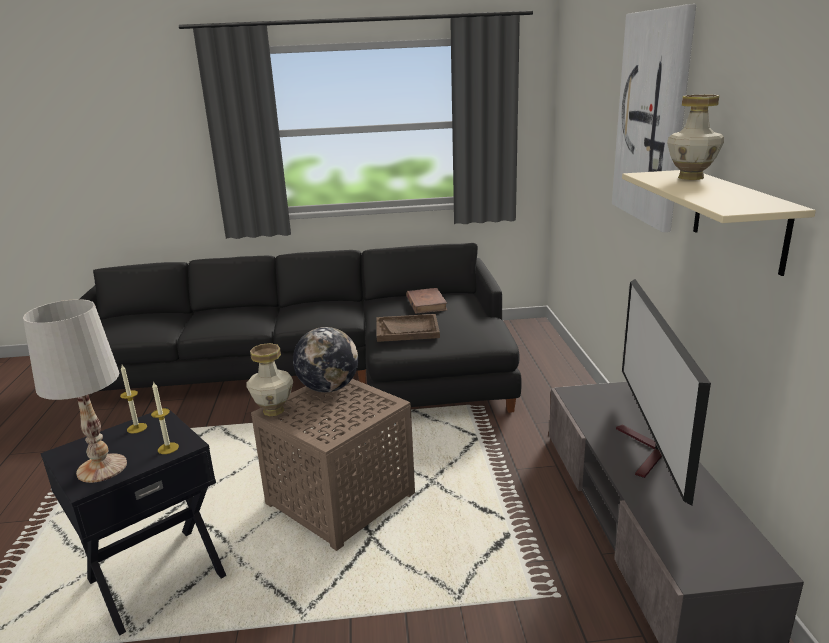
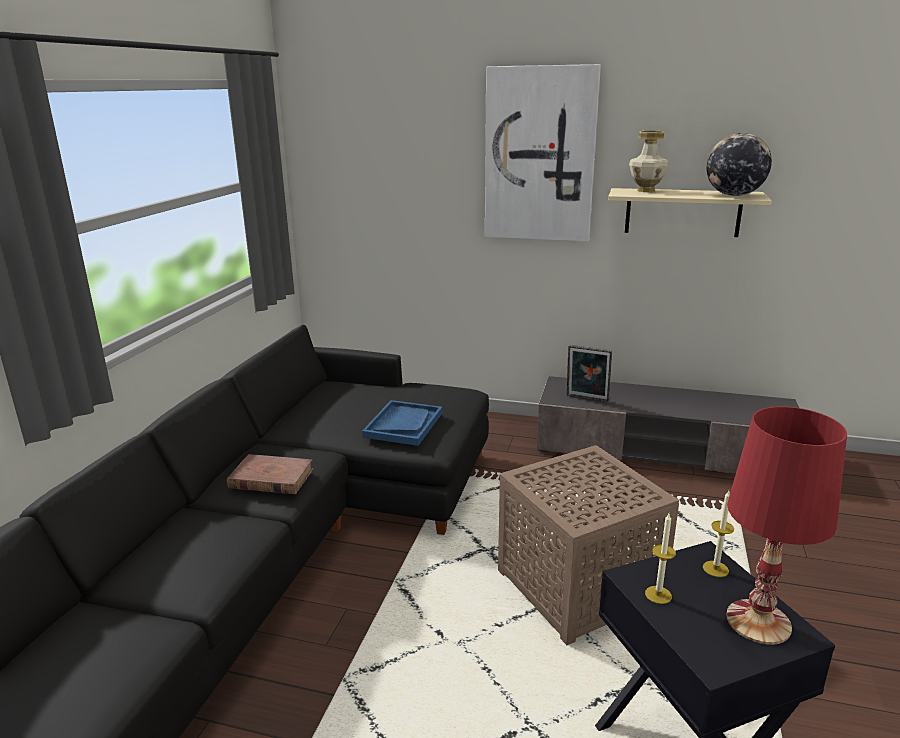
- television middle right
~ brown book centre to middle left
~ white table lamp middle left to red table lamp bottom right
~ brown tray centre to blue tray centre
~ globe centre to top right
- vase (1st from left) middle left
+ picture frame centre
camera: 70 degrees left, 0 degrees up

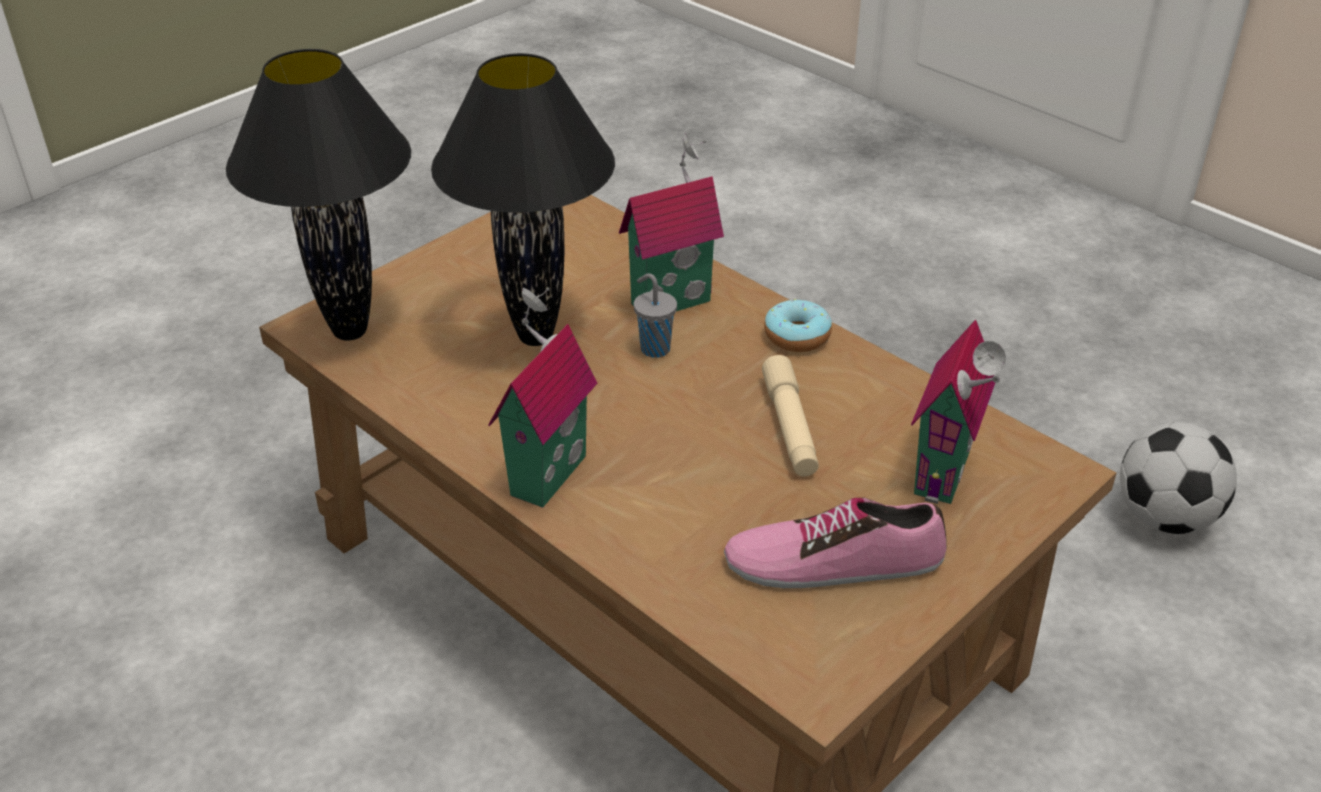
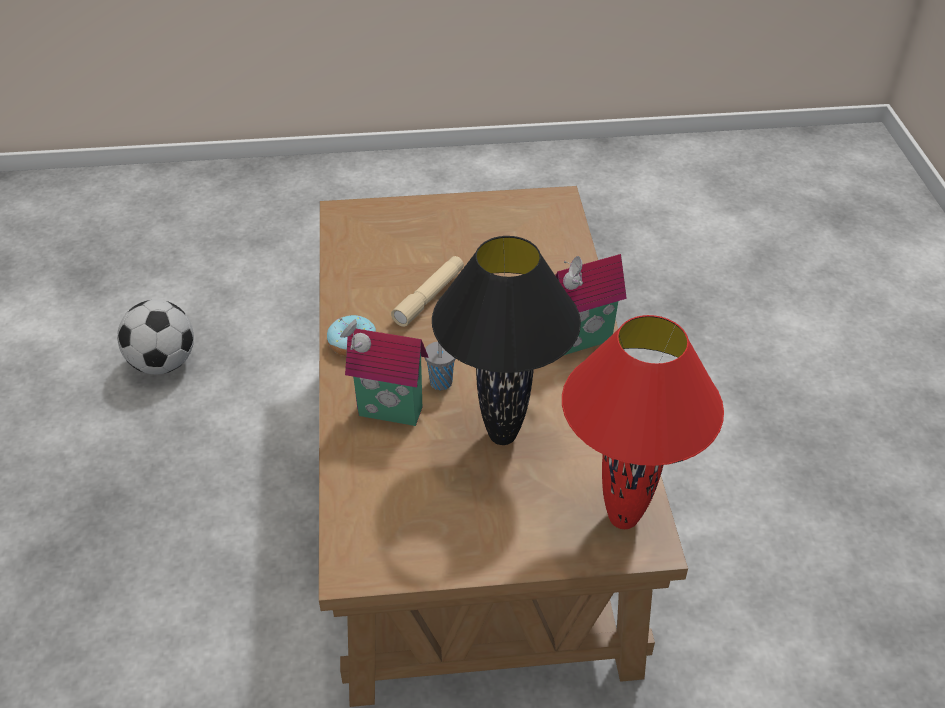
~ black table lamp (1st from left) top left to red table lamp middle right
- toy house (3rd from left) middle right
- shoe bottom centre
camera: 140 degrees left, 5 degrees up

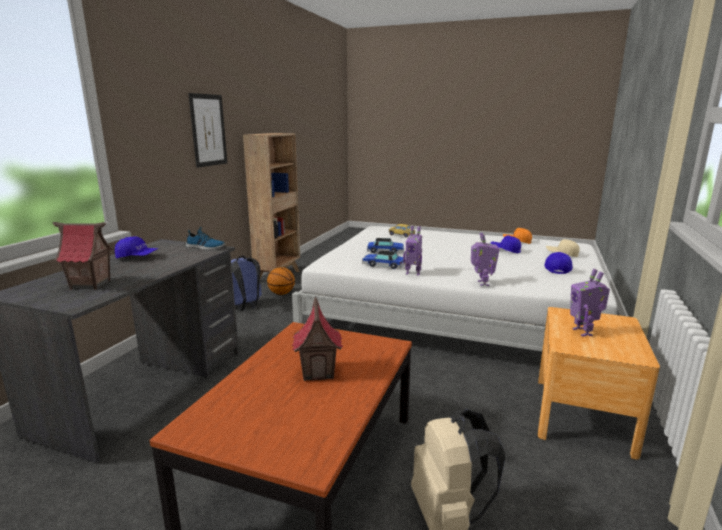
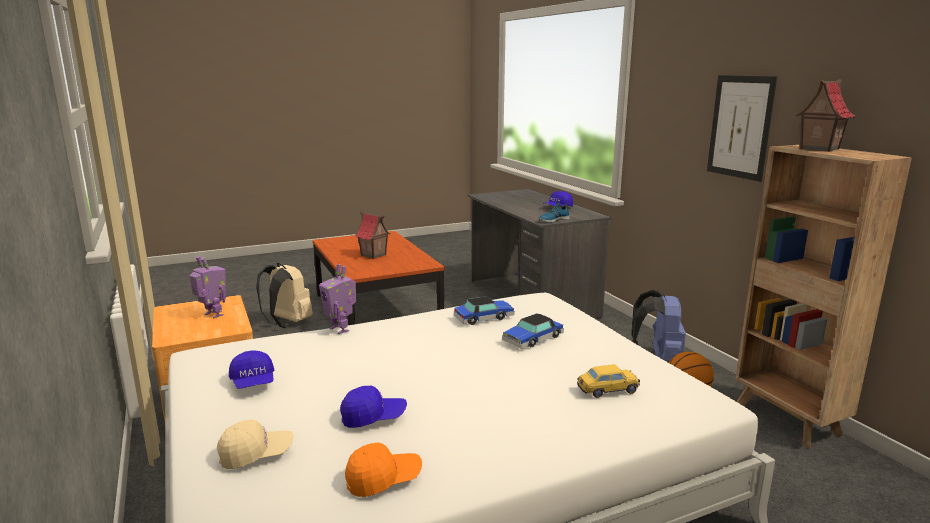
~ toy house (1st from left in the first image) middle left to toy house (2nd from left) top right
- toy robot (1st from left) centre
camera: 135 degrees right, 0 degrees up

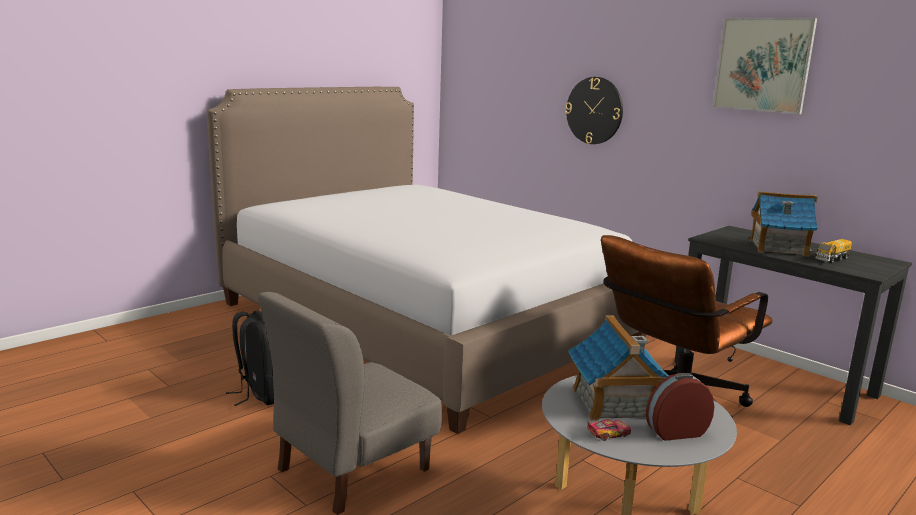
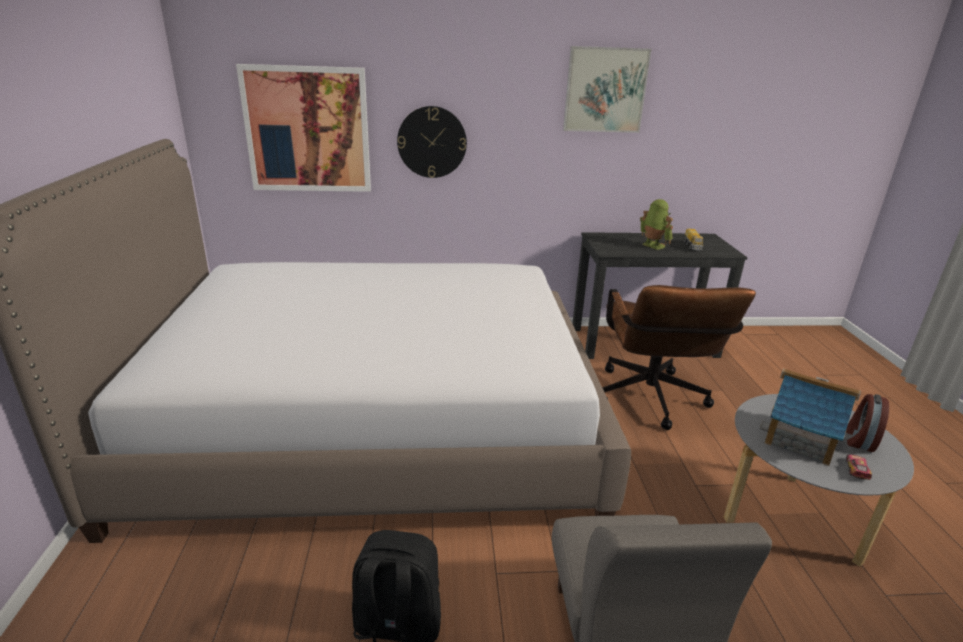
~ toy house (2nd from left) middle right to toy robot middle right
+ picture (1st from left) top left
camera: 50 degrees left, 10 degrees up

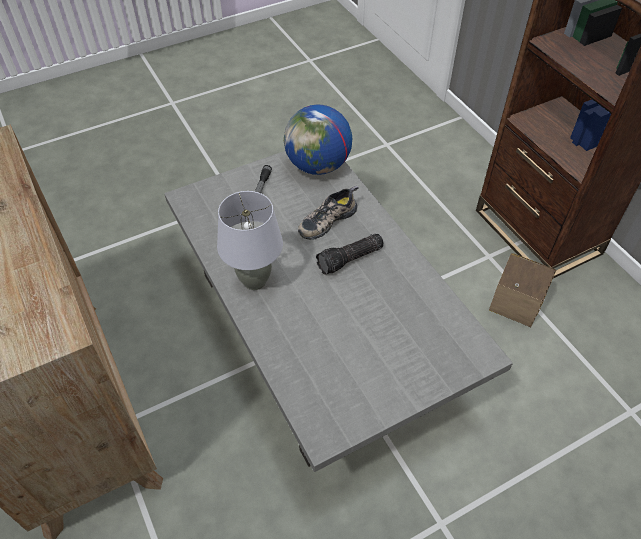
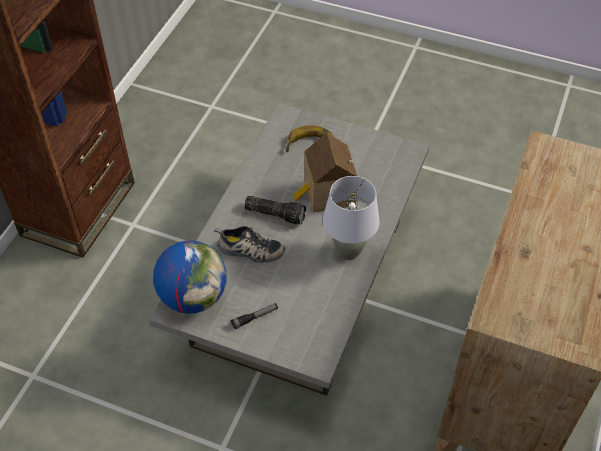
~ toy house middle right to centre
+ banana top centre
camera: 130 degrees left, 0 degrees up

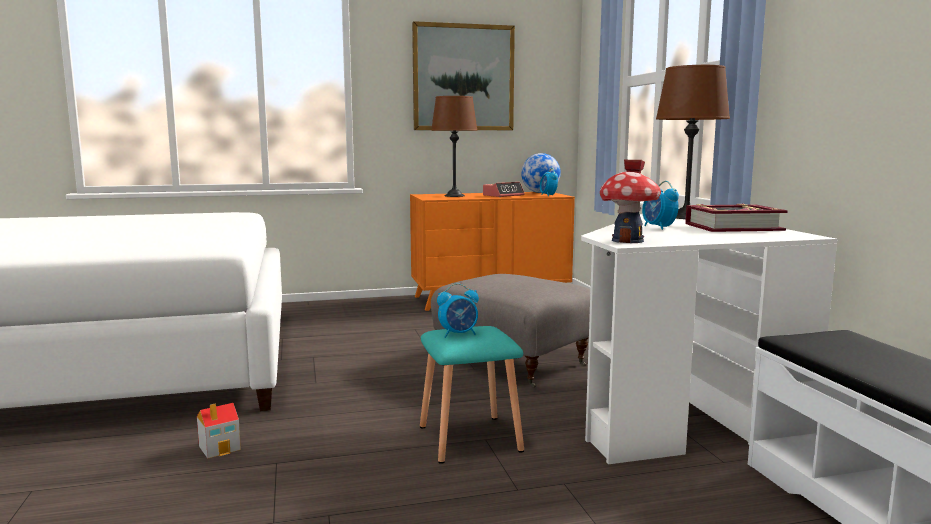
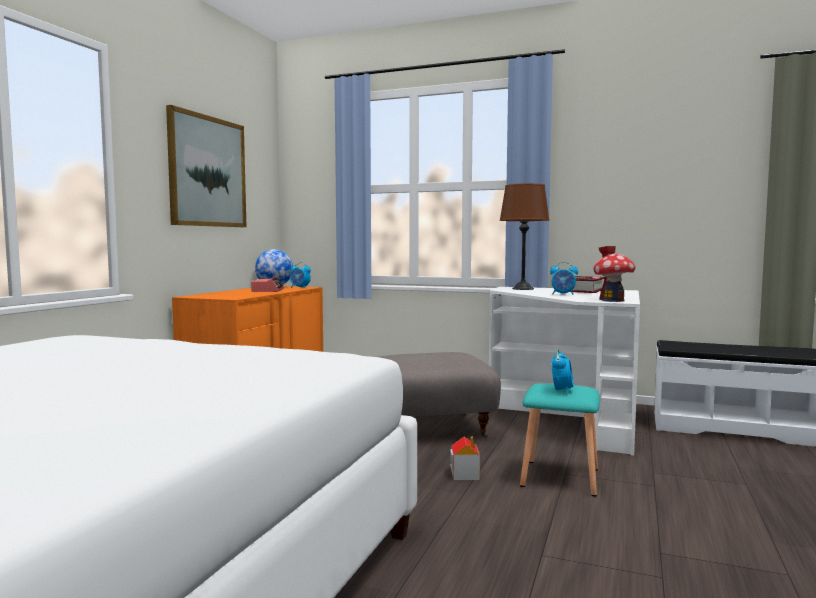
- brown table lamp (1st from left) top centre
~ toy house (1st from left) bottom left to bottom centre
camera: 55 degrees left, 5 degrees down

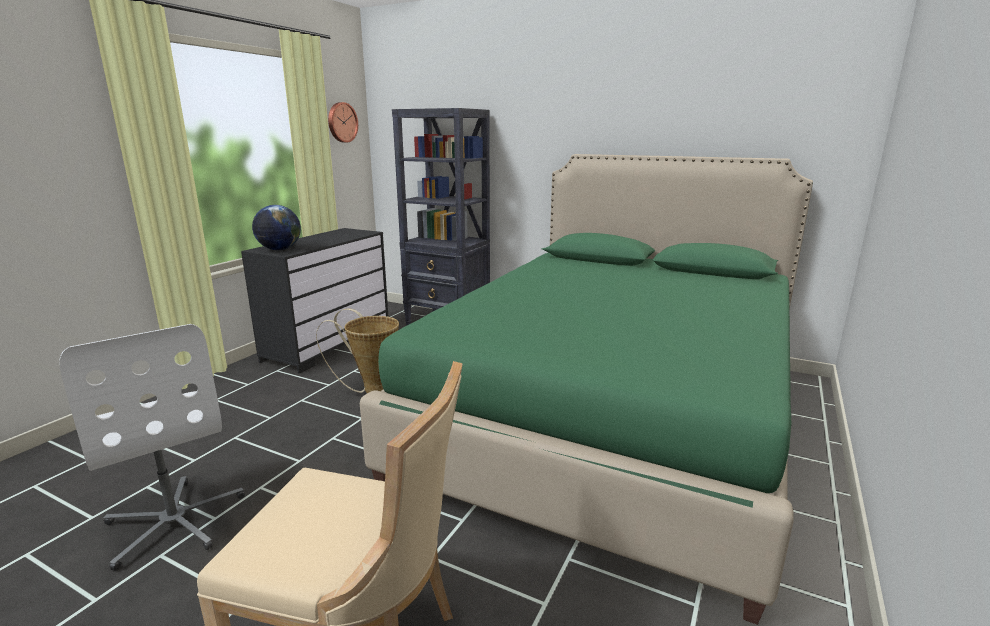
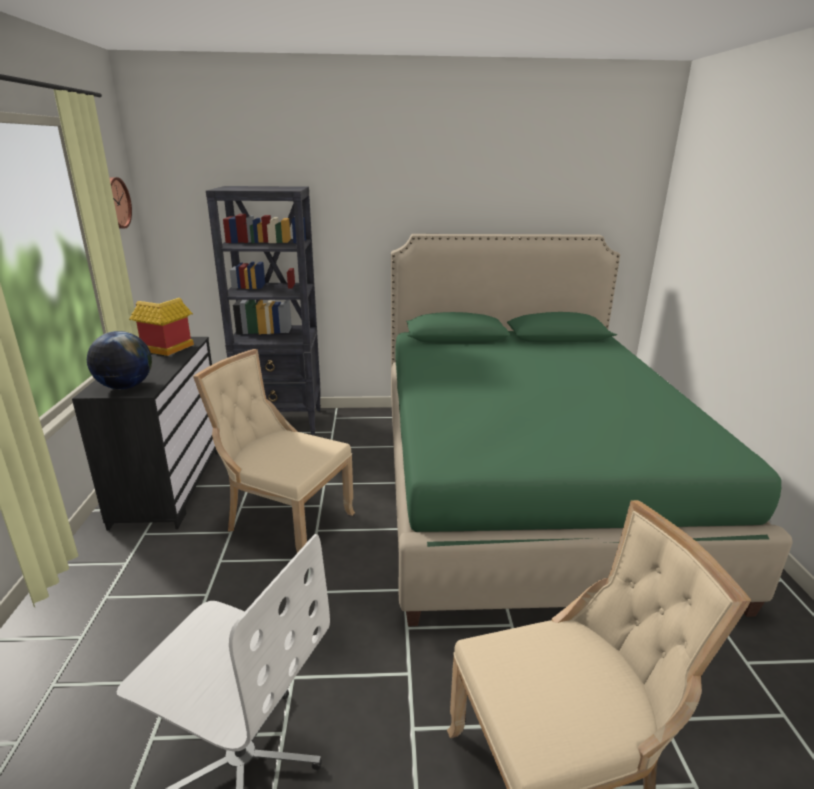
~ basket centre to beige chair (1st from left) centre
+ toy house middle left
camera: 30 degrees left, 5 degrees up

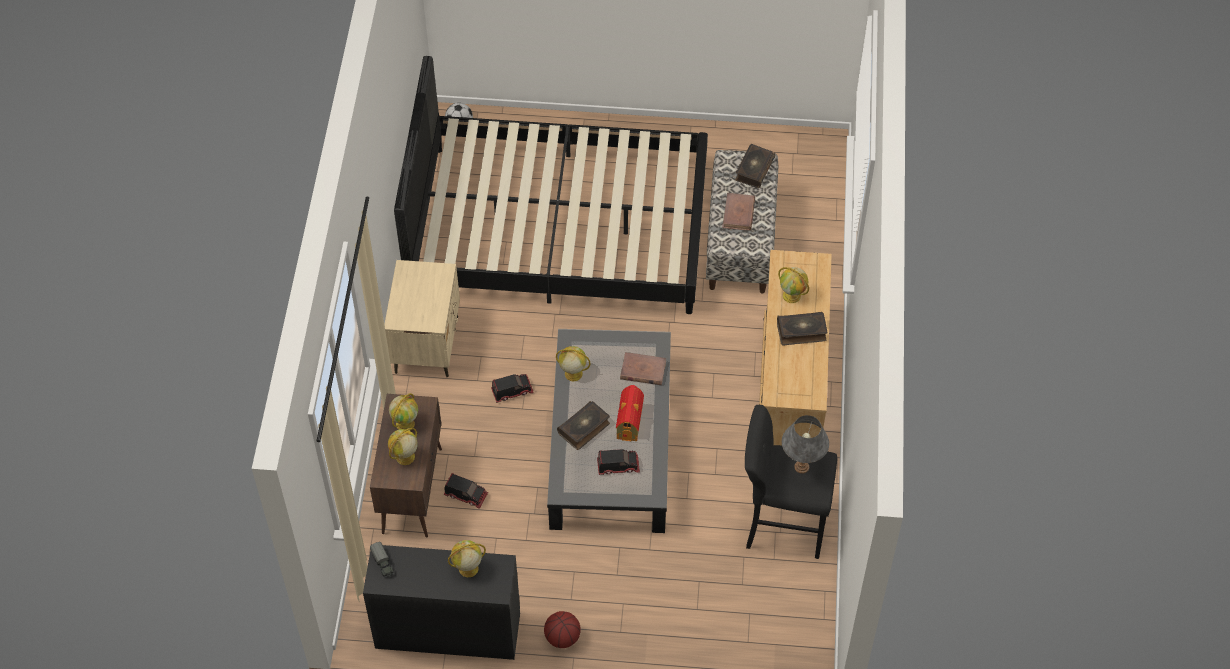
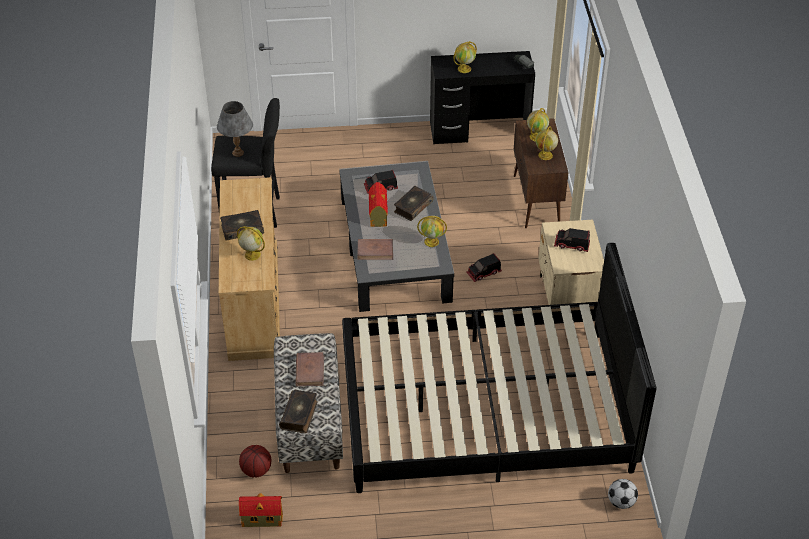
~ toy truck (2nd from left in the first image) bottom centre to toy truck (4th from left) middle right
~ basketball bottom centre to bottom left
+ toy house (1st from left) bottom left
camera: 170 degrees right, 10 degrees down

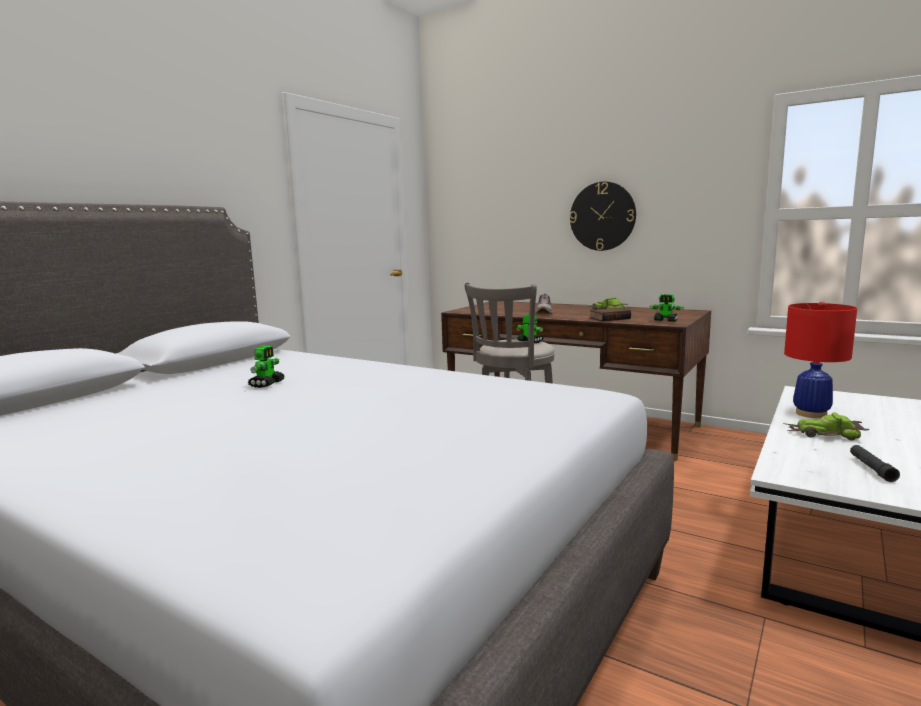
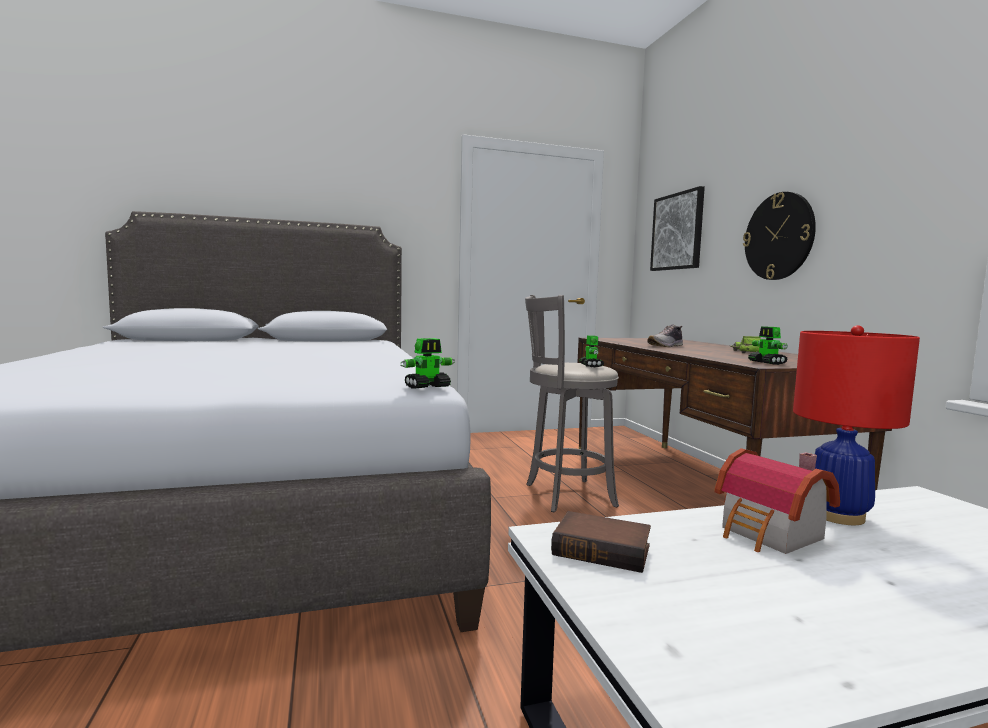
~ book centre to bottom centre
~ toy robot (1st from left) middle left to centre
~ toy car (2nd from left) middle right to toy house bottom right
- black flashlight middle right
+ picture top right
camera: 40 degrees right, 5 degrees down

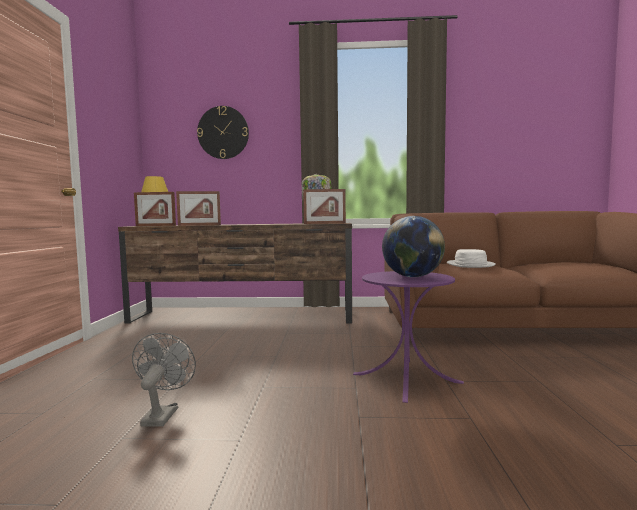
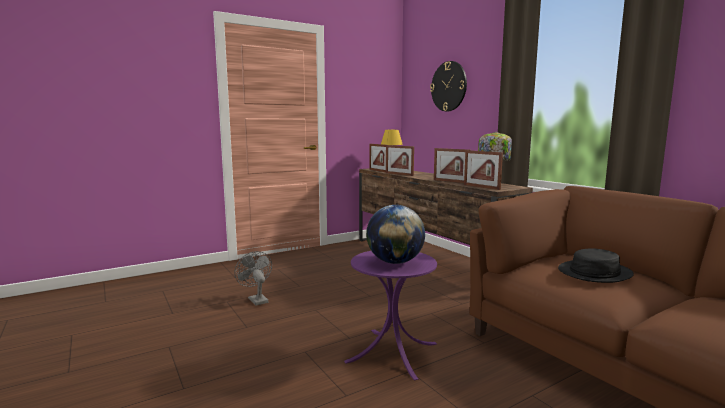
~ white hat middle right to black hat middle right
~ grey fan bottom left = bottom centre 90 degrees counterclockwise
+ picture frame (3rd from left) centre
camera: 55 degrees right, 5 degrees up

